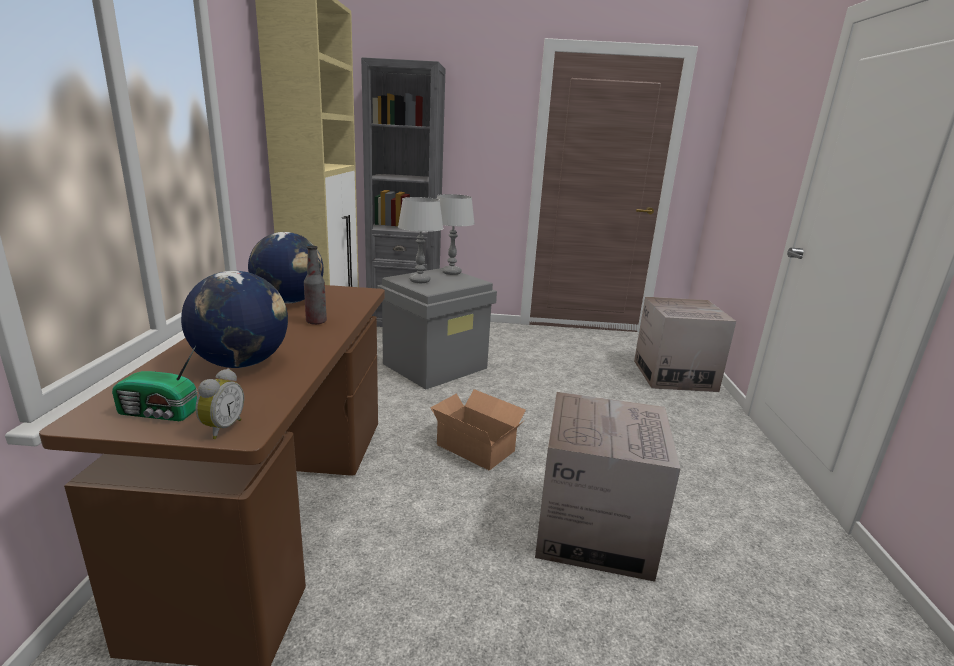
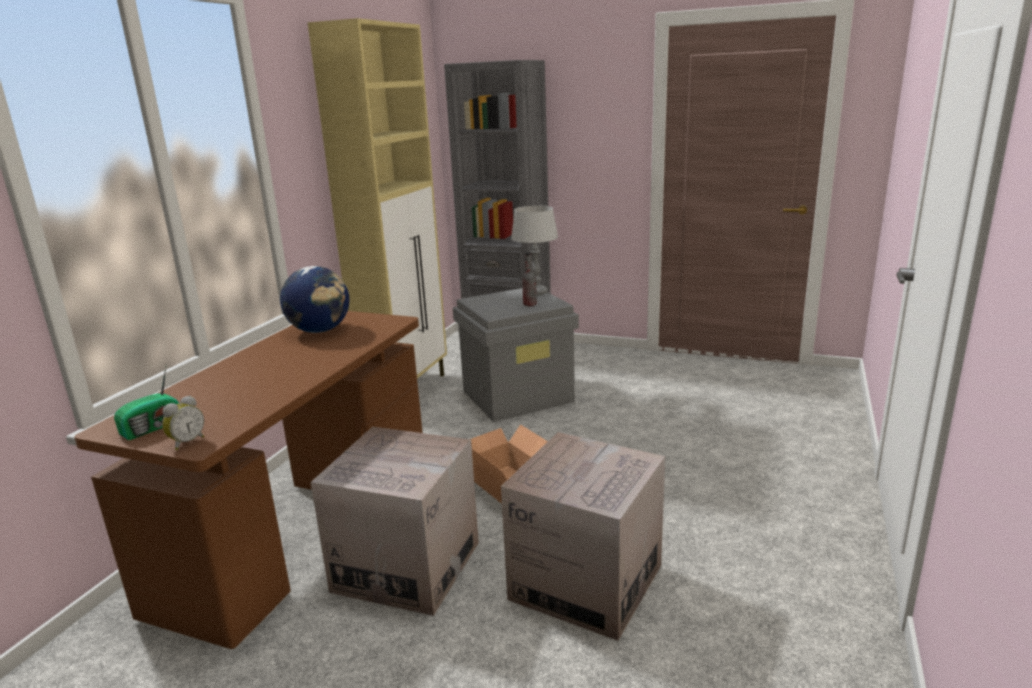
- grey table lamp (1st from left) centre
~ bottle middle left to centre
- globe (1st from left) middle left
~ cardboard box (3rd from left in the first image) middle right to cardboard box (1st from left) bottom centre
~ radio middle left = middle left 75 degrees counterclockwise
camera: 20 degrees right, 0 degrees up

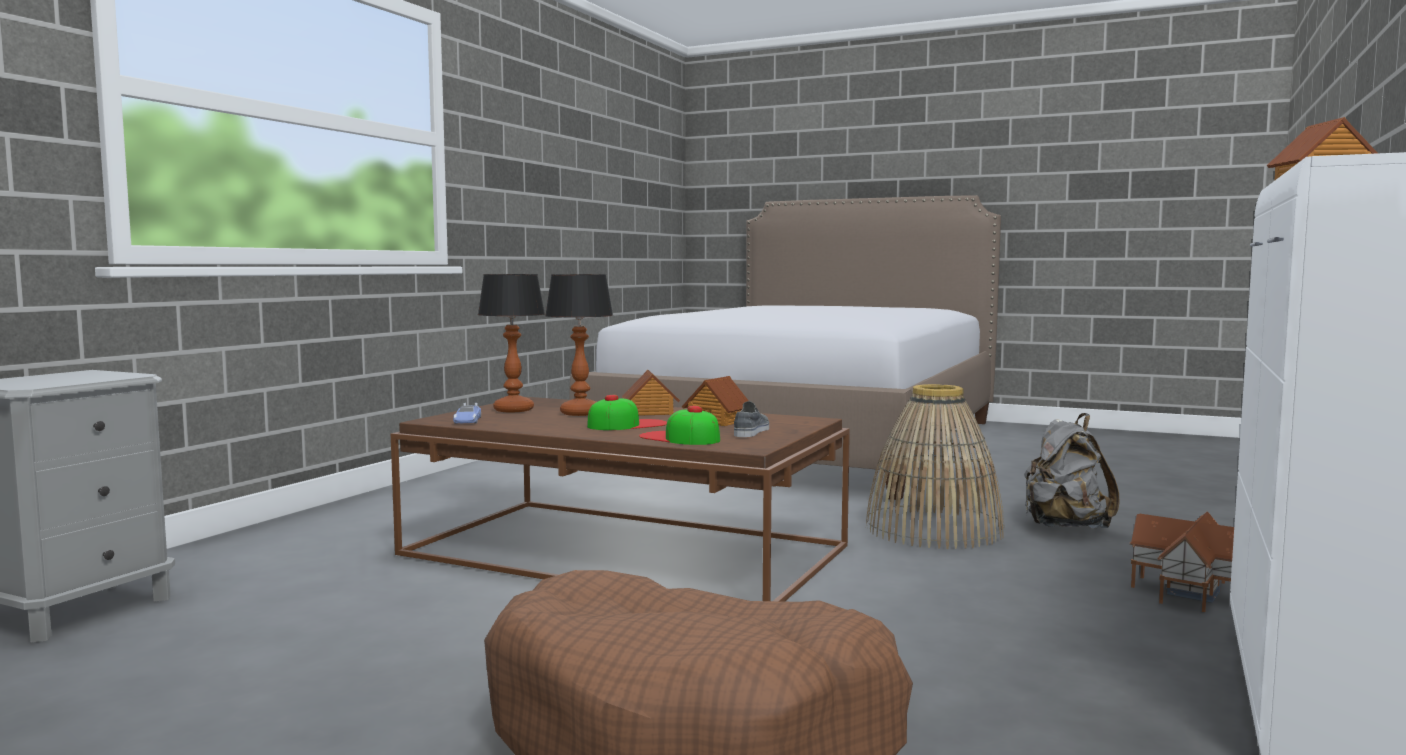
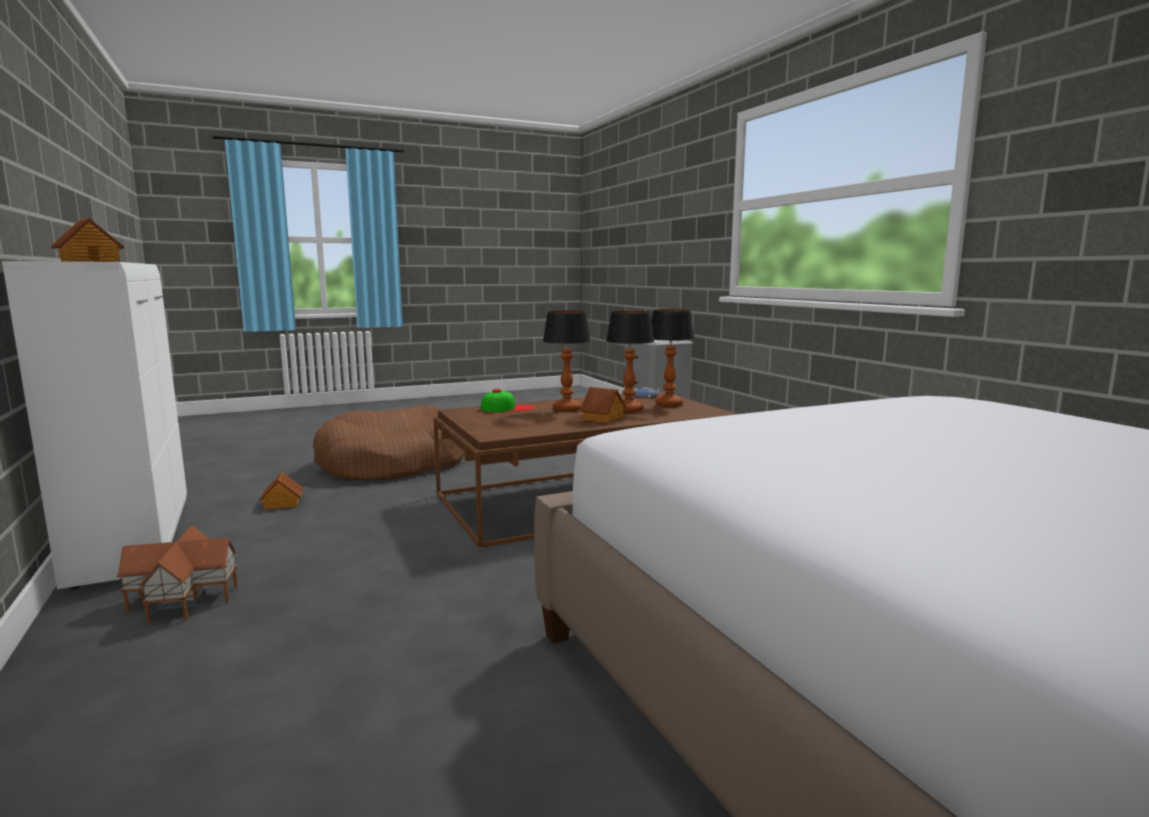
~ toy house (2nd from left in the first image) centre to toy house (3rd from left) middle left
- basket centre
~ cap (1st from left) centre to table lamp (1st from left) centre
- grey shoe centre
- grey backpack middle right
camera: 130 degrees right, 5 degrees up

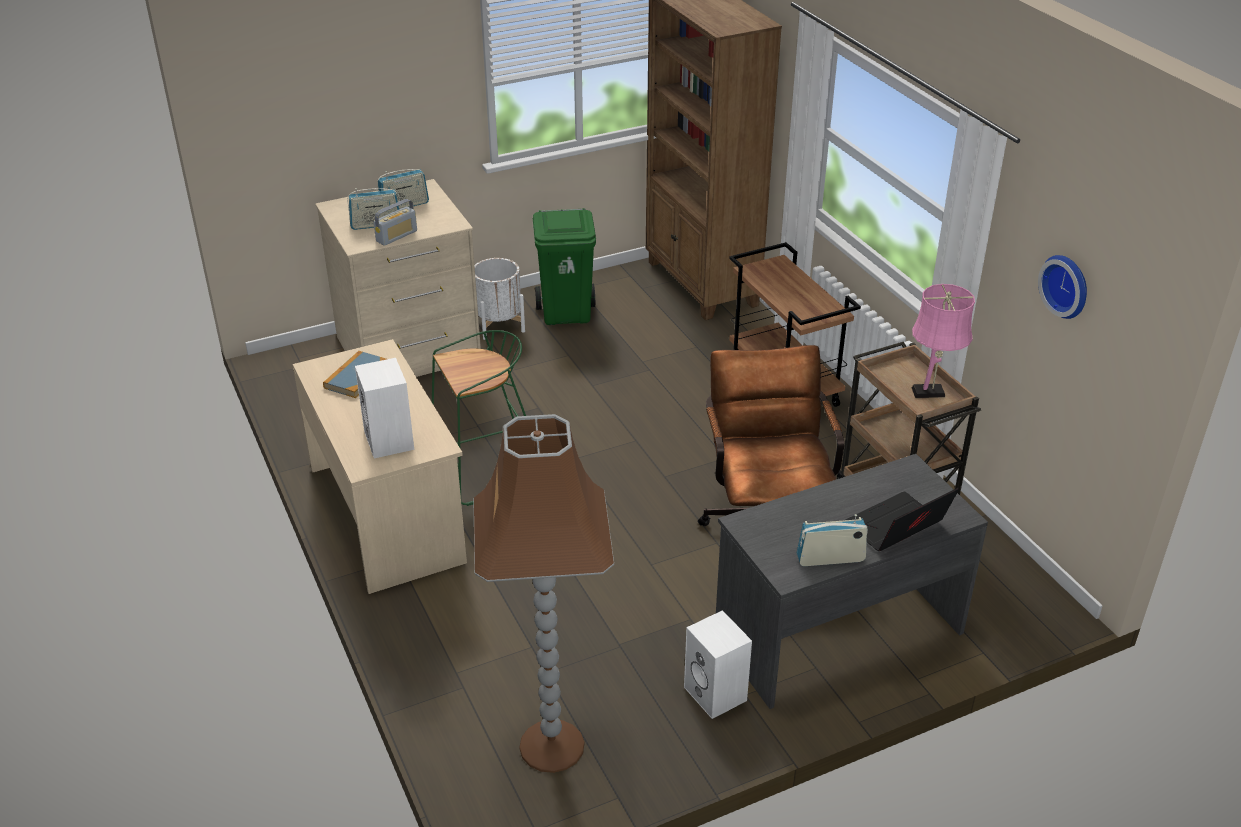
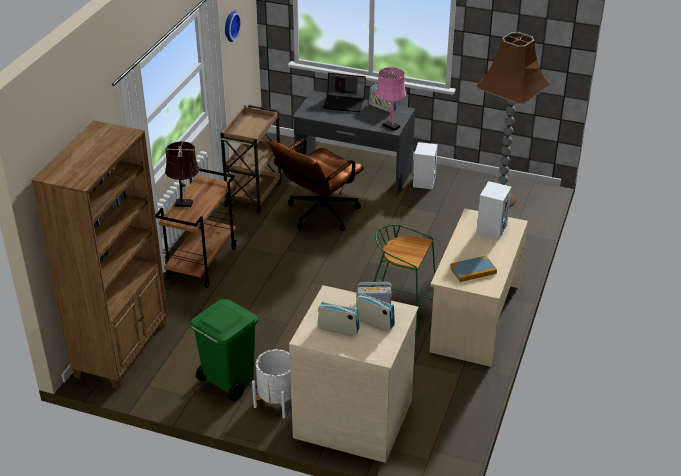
~ pink table lamp middle right to top centre
+ brown table lamp middle left
camera: 135 degrees left, 0 degrees up

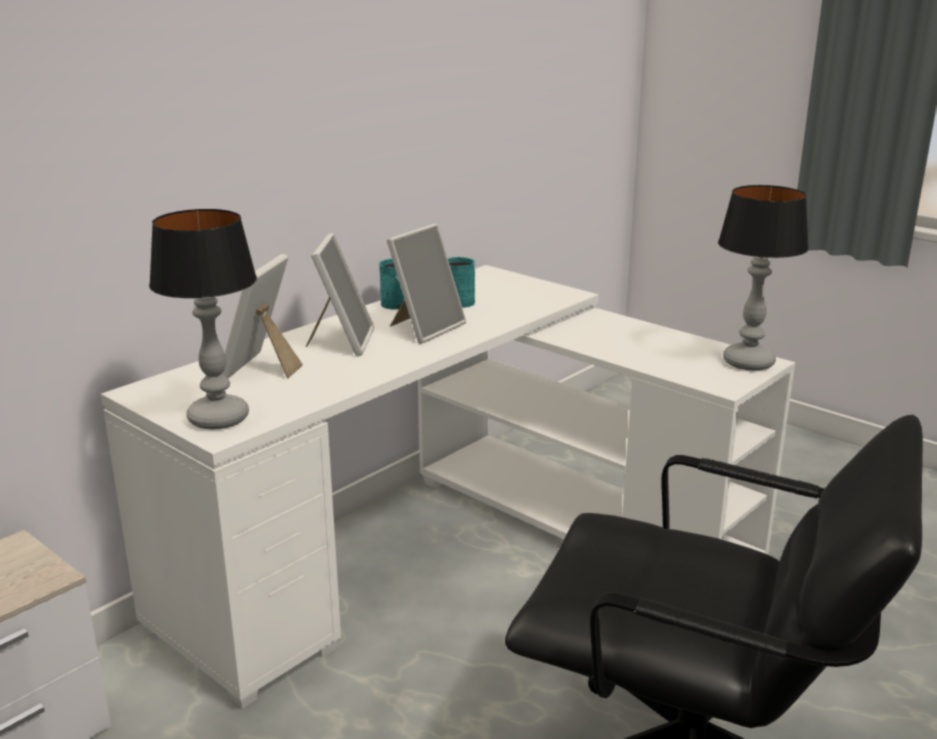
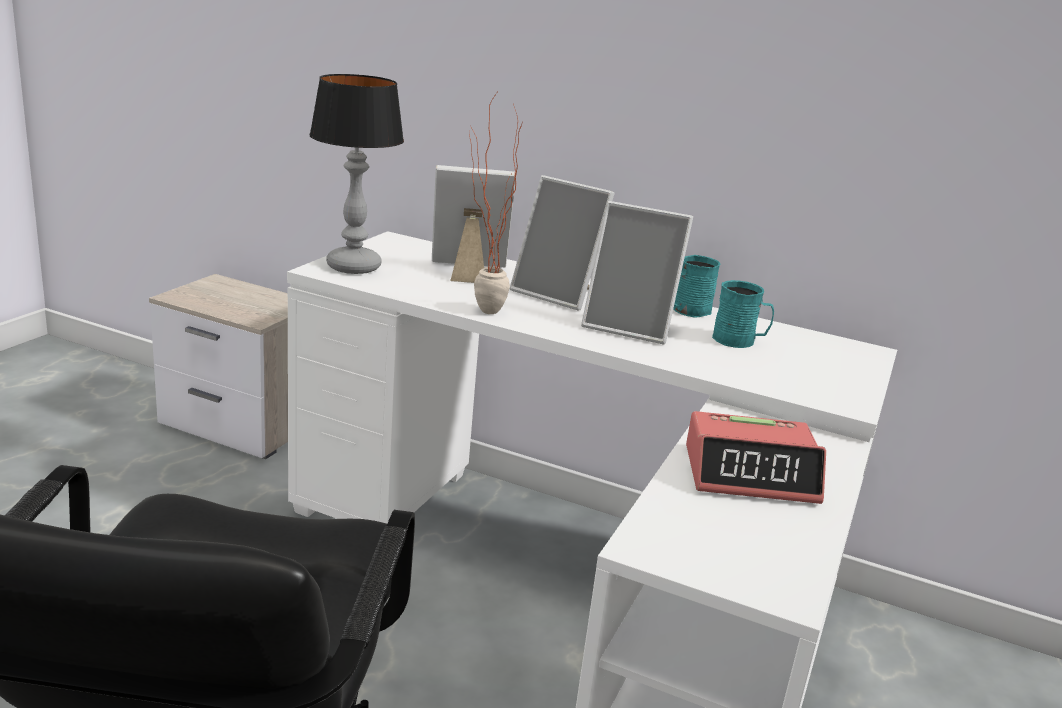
- table lamp (2nd from left) middle right
~ picture frame (2nd from left) centre = centre 45 degrees clockwise
+ potted plant top centre
+ alarm clock middle right
camera: 70 degrees right, 0 degrees up

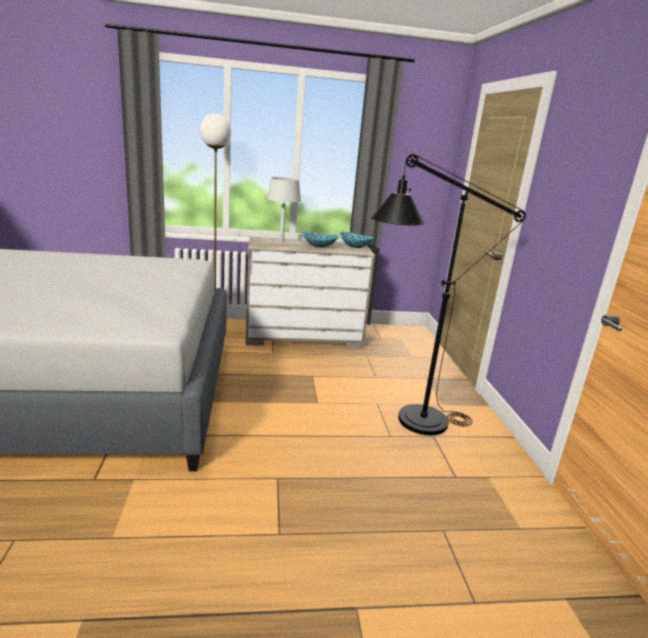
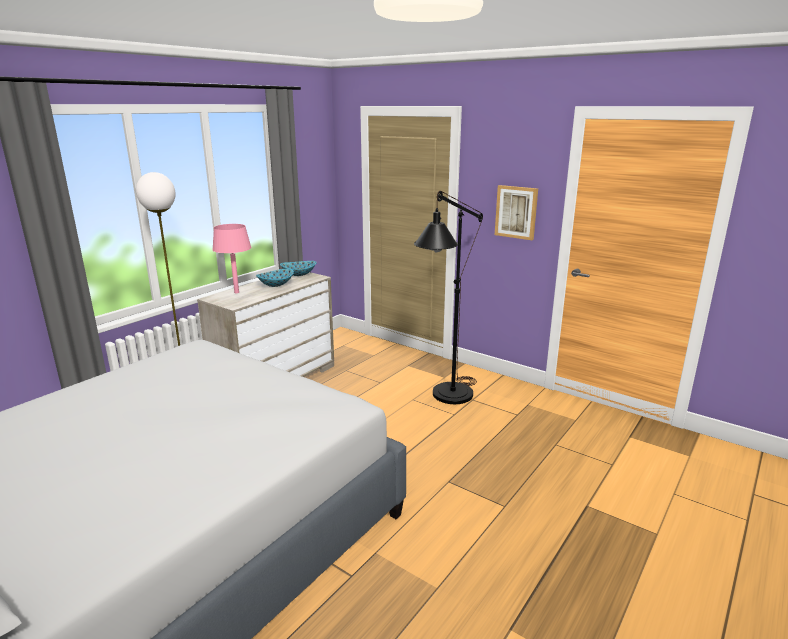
~ grey table lamp top centre to pink table lamp middle left
+ picture top centre
camera: 45 degrees left, 0 degrees up

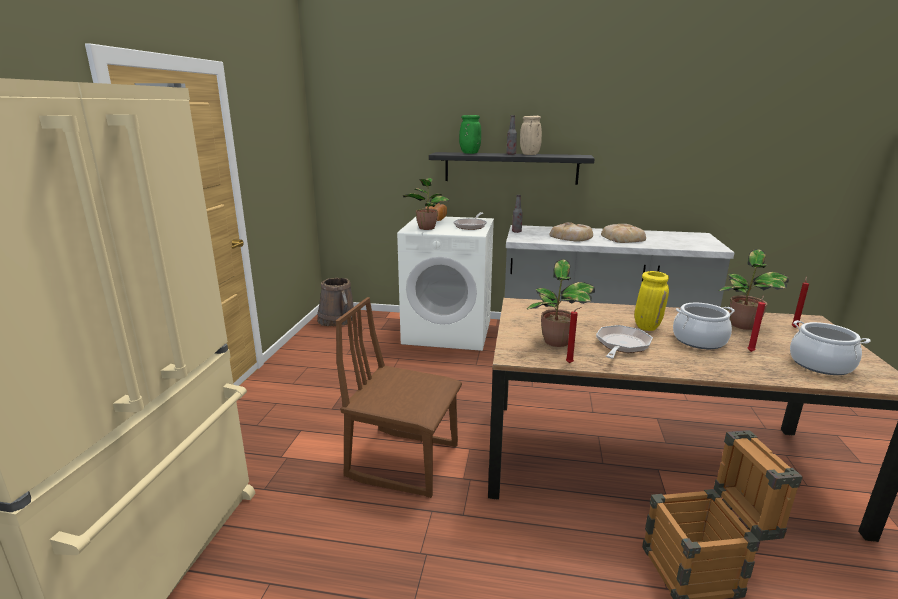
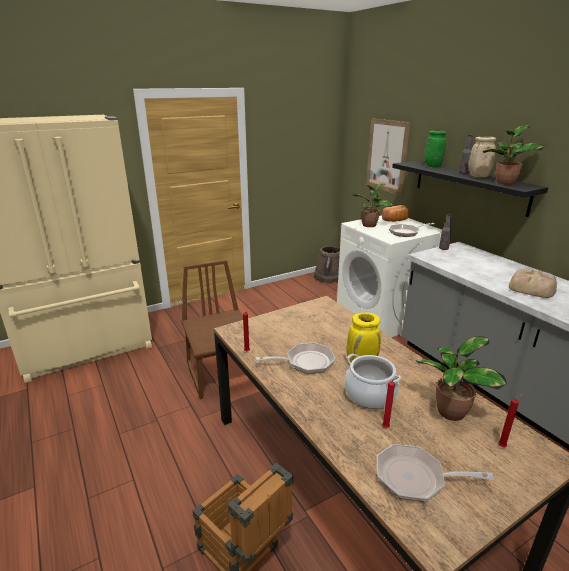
- bread (2nd from left) centre
~ potted plant (2nd from left in the first image) centre to potted plant (3rd from left) top right
~ cooking pot (2nd from left) middle right to frying pan (3rd from left) bottom right
+ picture top right
camera: 50 degrees right, 5 degrees up

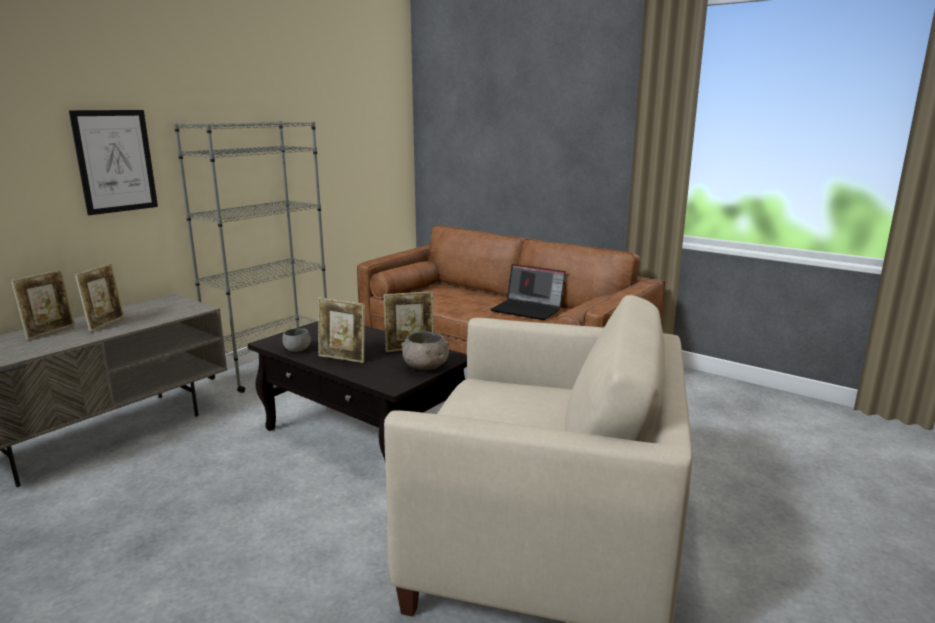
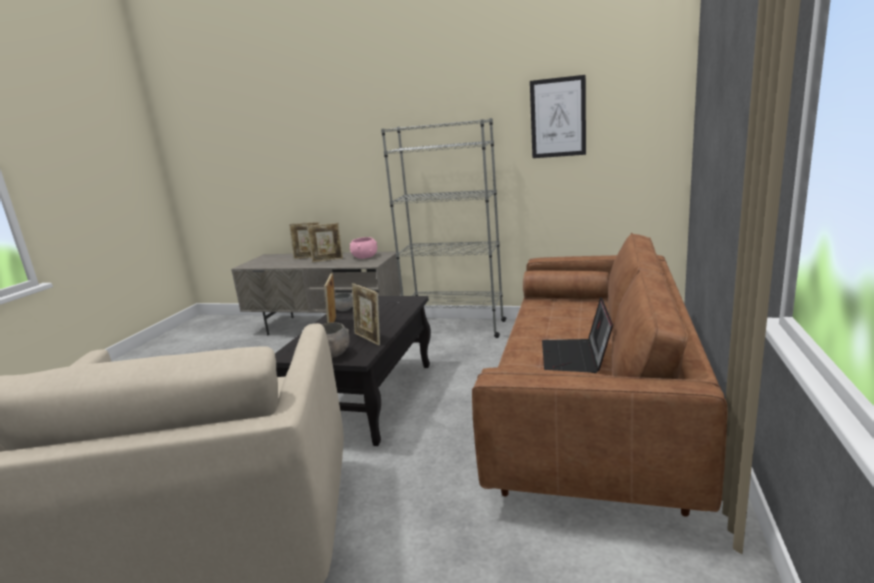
~ picture top left to top centre
+ pink bowl centre
camera: 70 degrees right, 0 degrees up

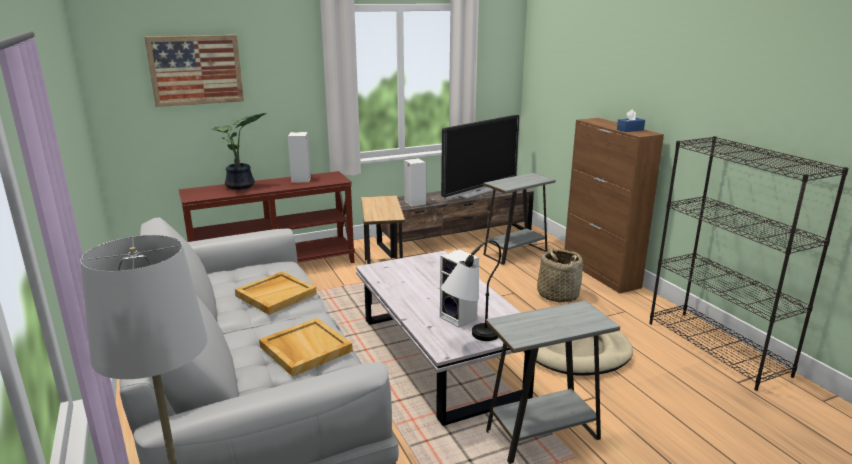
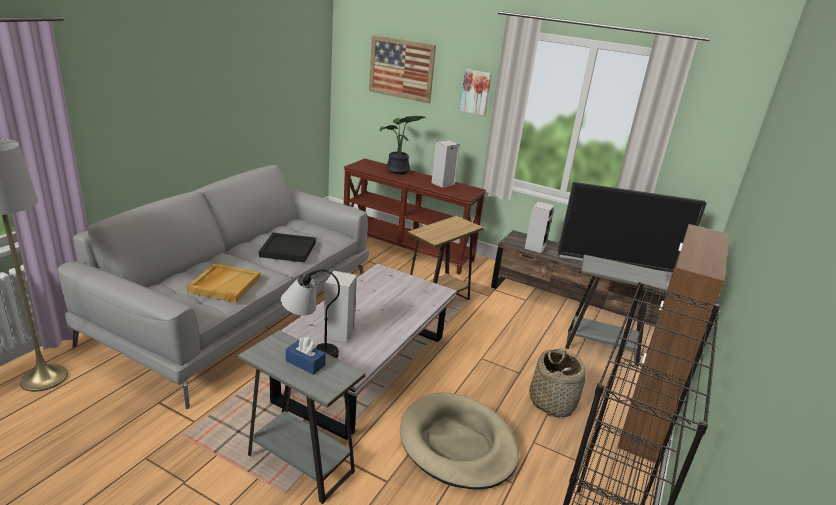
~ blue tissue box top right to bottom centre
~ beige tray (1st from left) middle left to black tray centre
+ picture (2nd from left) top centre
camera: 50 degrees right, 5 degrees up

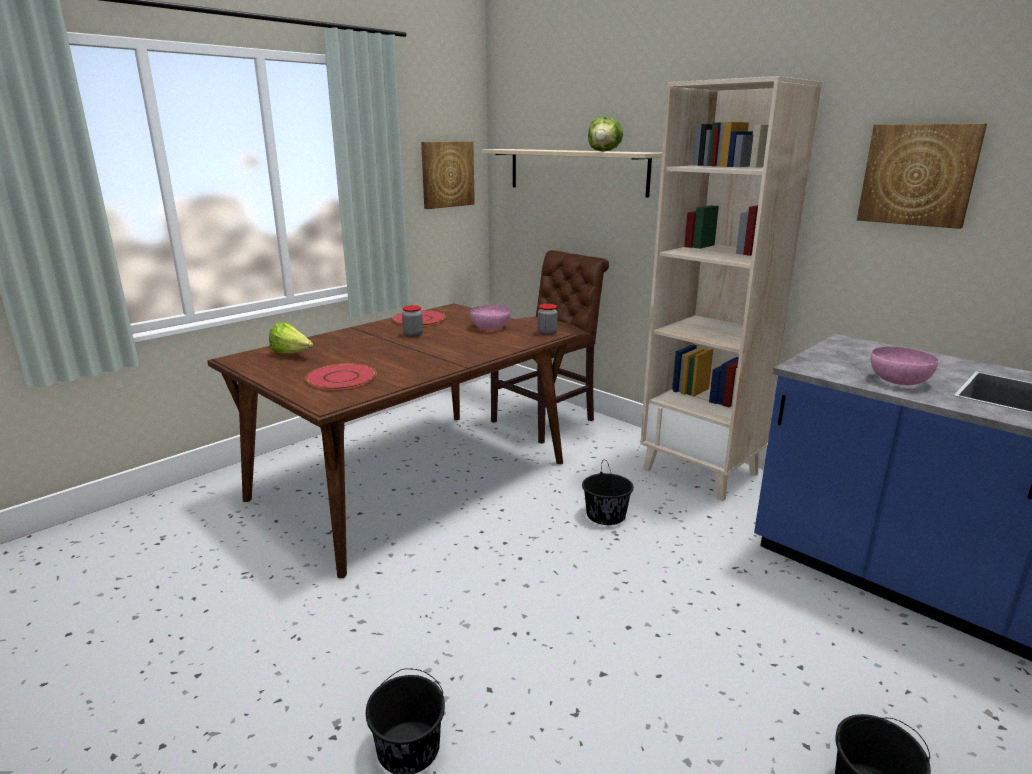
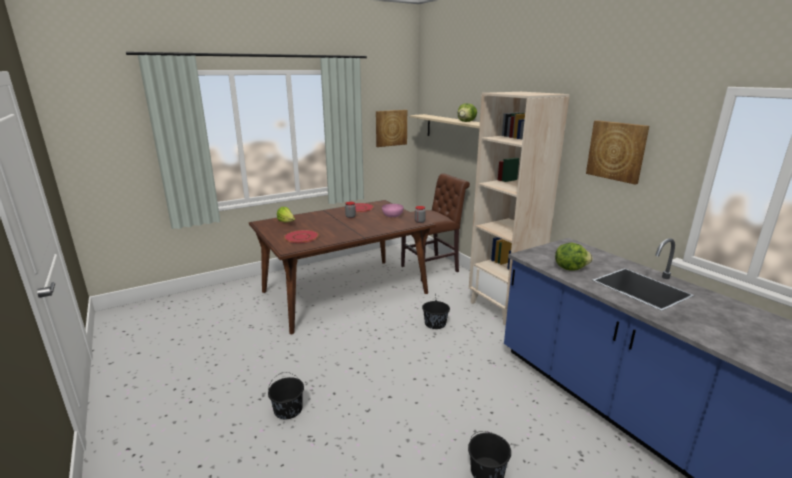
~ pink bowl (2nd from left) middle right to lettuce (3rd from left) middle right
camera: 15 degrees right, 0 degrees up

